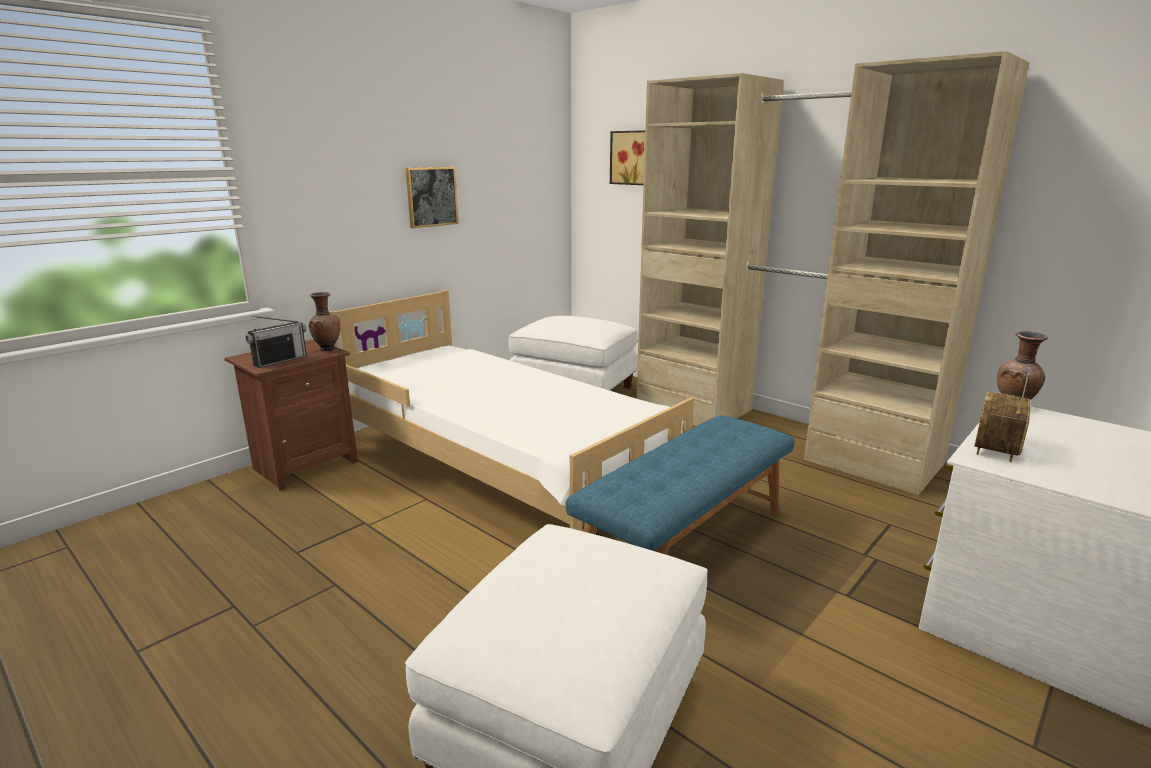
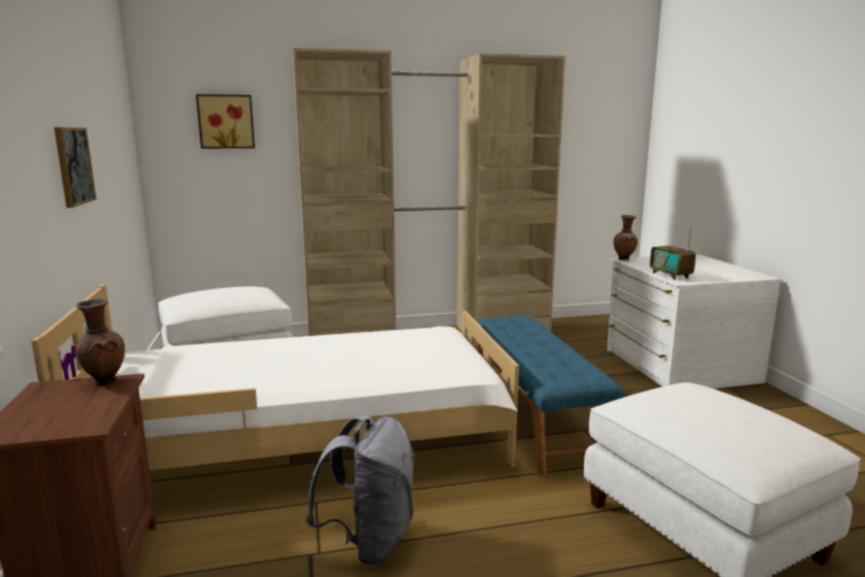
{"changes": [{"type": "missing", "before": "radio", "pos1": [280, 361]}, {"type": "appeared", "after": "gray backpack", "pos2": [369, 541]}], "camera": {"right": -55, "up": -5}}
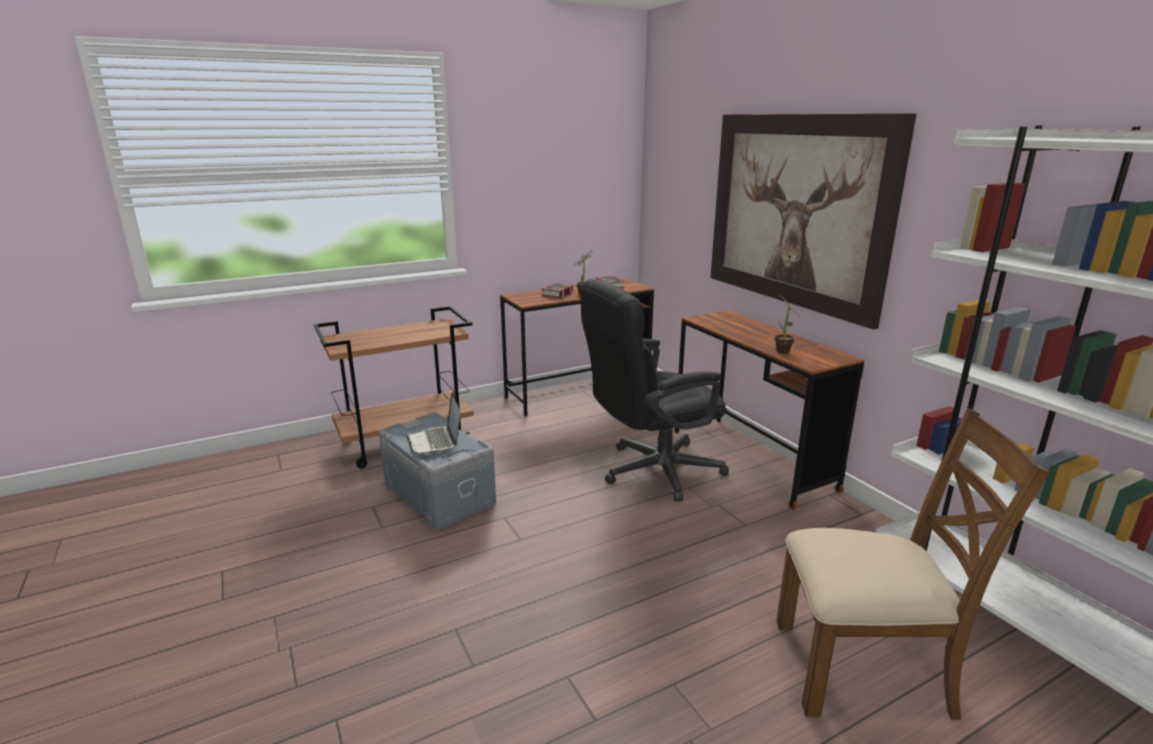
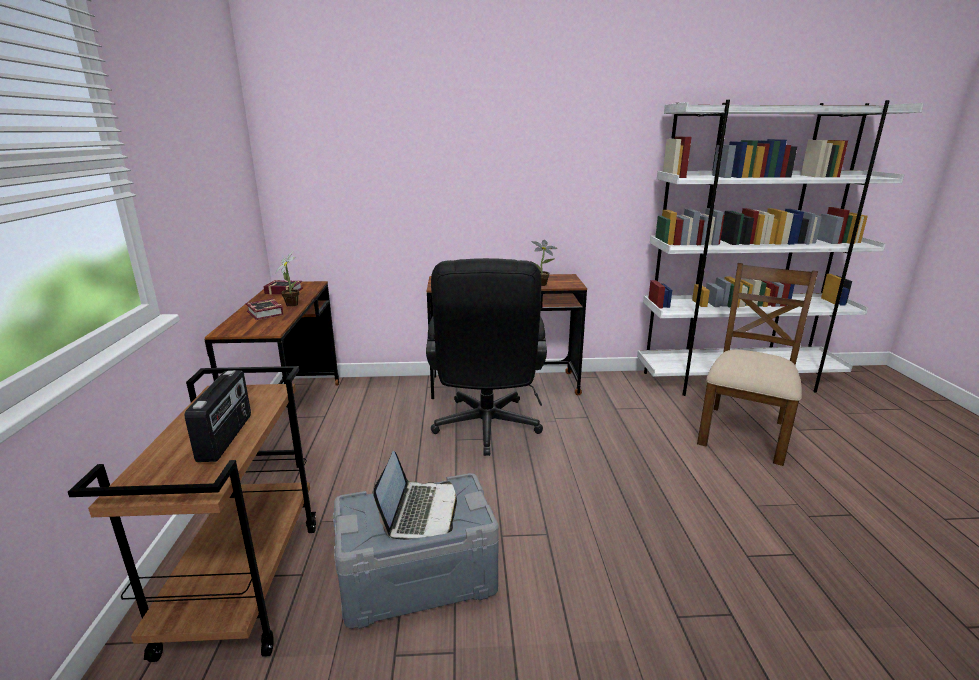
{"changes": [{"type": "spun", "before": "notebook computer", "pos1": [436, 441], "pos2": [419, 511], "turn": -90}, {"type": "missing", "before": "wall art", "pos1": [795, 211]}, {"type": "appeared", "after": "radio", "pos2": [227, 437]}], "camera": {"right": -65, "up": 0}}
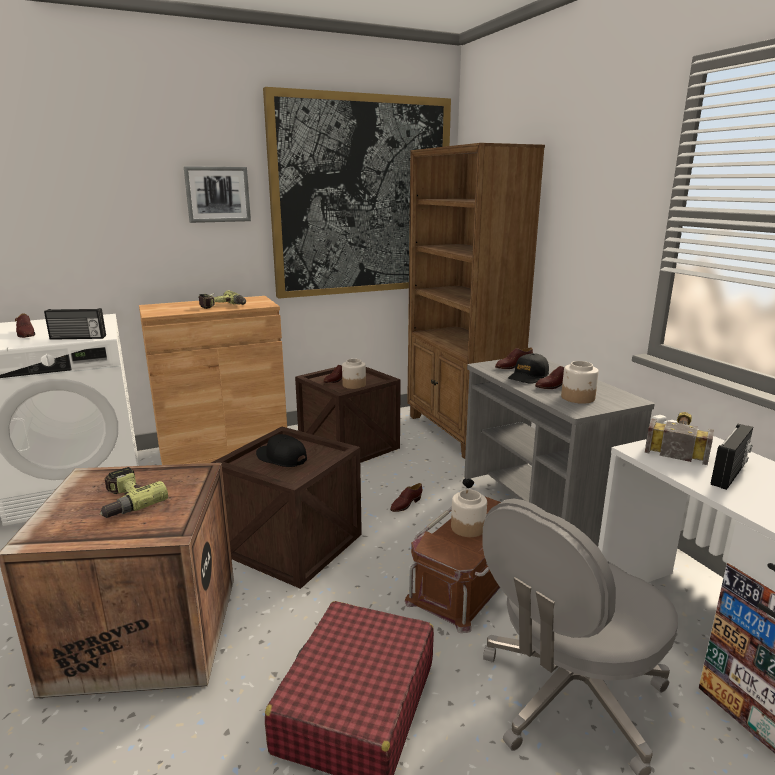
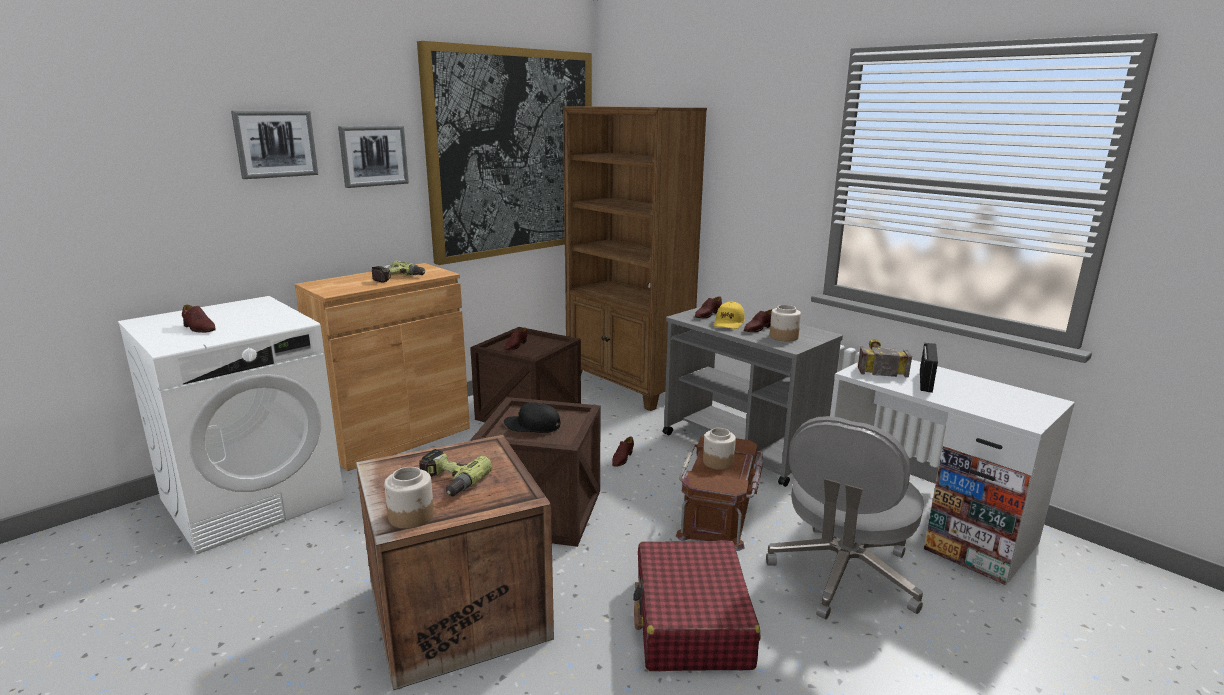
{"changes": [{"type": "missing", "before": "radio", "pos1": [77, 338]}, {"type": "relocated", "before": "jar", "pos1": [354, 385], "pos2": [412, 516]}, {"type": "colour", "before": "black-coloured cap", "after": "yellowish cap", "pos1": [528, 377], "pos2": [728, 323]}, {"type": "appeared", "after": "wall art", "pos2": [275, 144]}], "camera": {"right": -20, "up": 0}}
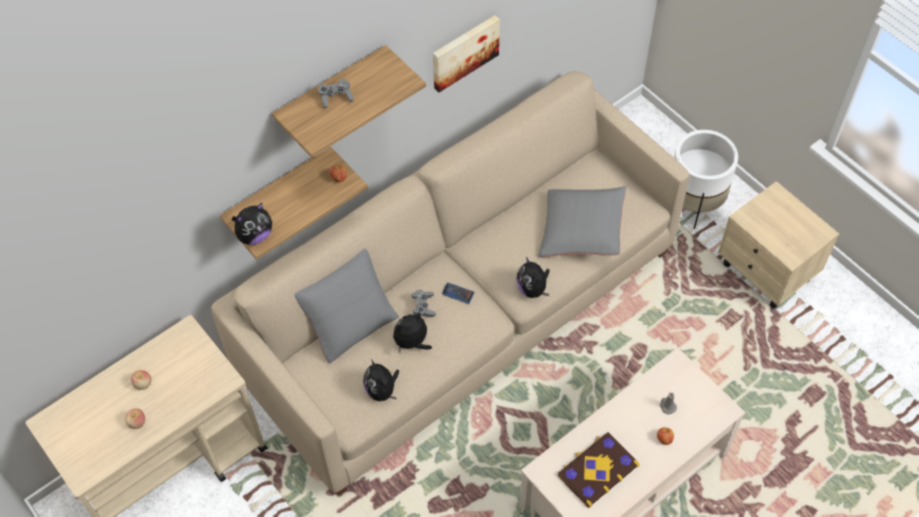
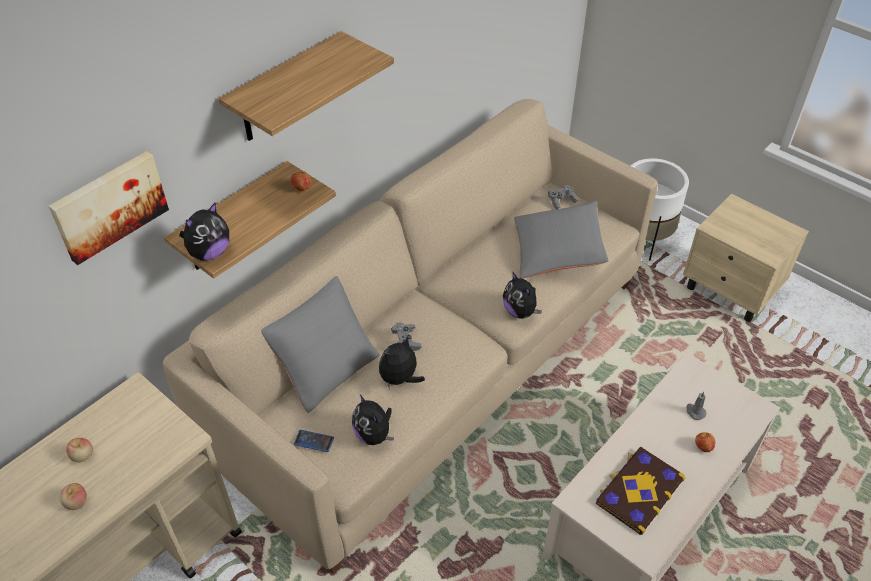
{"changes": [{"type": "relocated", "before": "gray joypad", "pos1": [336, 97], "pos2": [562, 201]}, {"type": "relocated", "before": "wall art", "pos1": [464, 51], "pos2": [109, 205]}, {"type": "relocated", "before": "telephone", "pos1": [458, 293], "pos2": [314, 441]}], "camera": {"right": -10, "up": -10}}
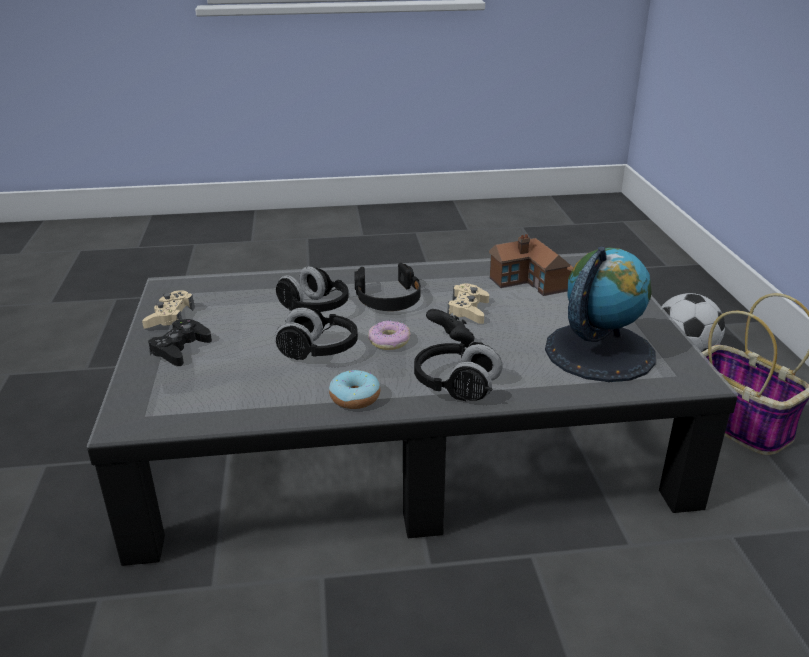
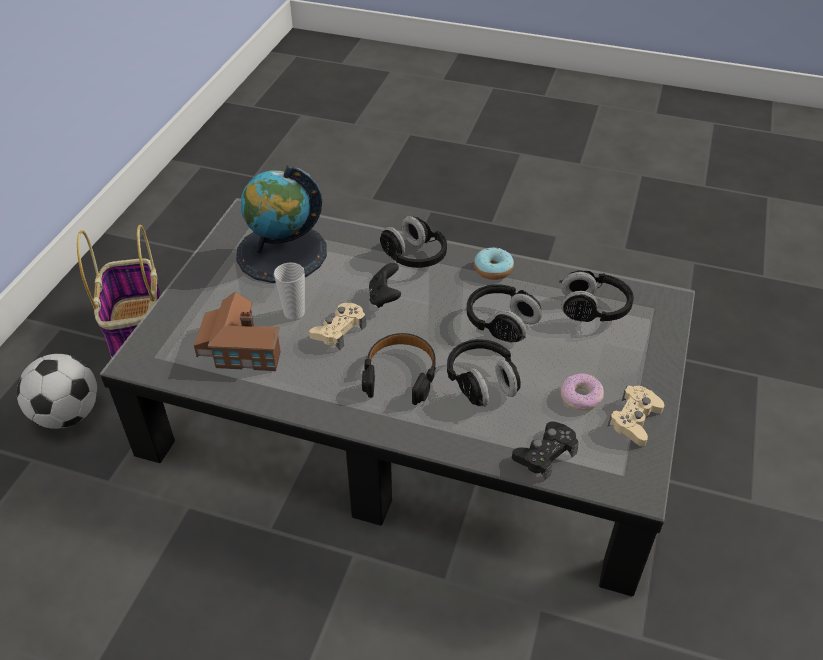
{"changes": [{"type": "relocated", "before": "black-coloured joypad", "pos1": [180, 349], "pos2": [545, 454]}, {"type": "relocated", "before": "doughnut", "pos1": [389, 341], "pos2": [581, 397]}, {"type": "appeared", "after": "small cup", "pos2": [294, 312]}, {"type": "appeared", "after": "black-coloured headphones", "pos2": [593, 309]}], "camera": {"right": -155, "up": 15}}
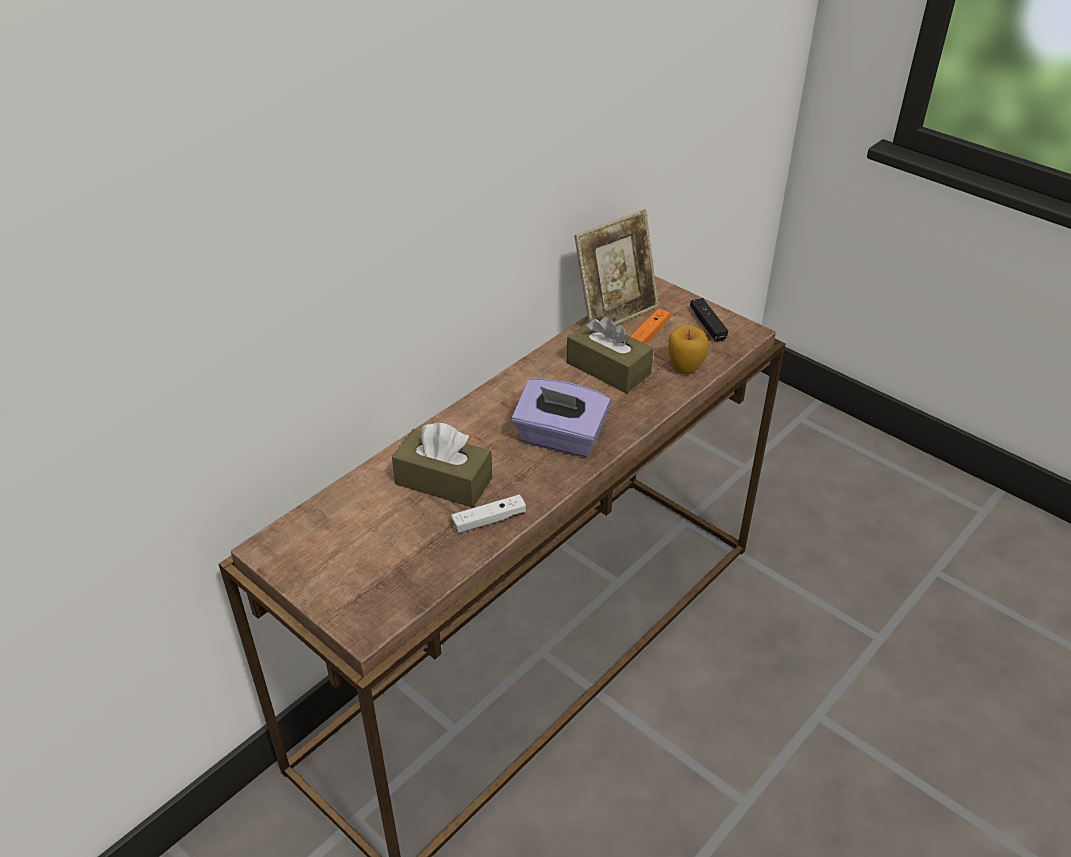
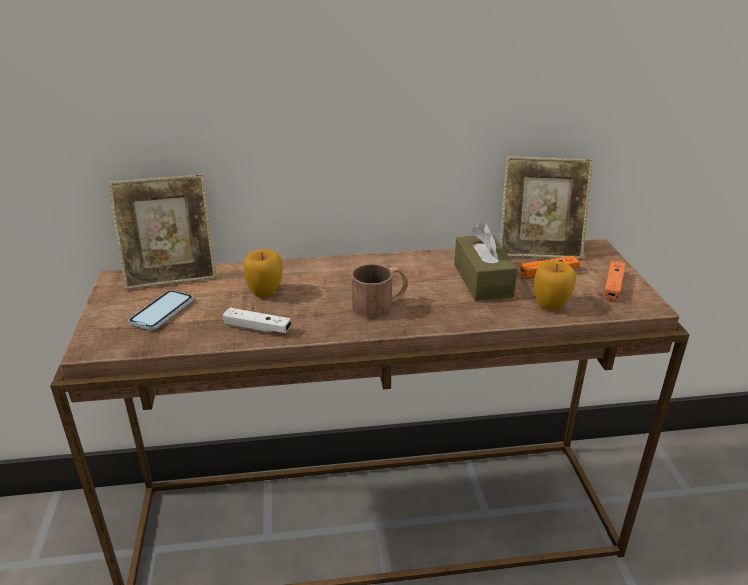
{"changes": [{"type": "exchanged", "before": "brown tissue box", "after": "whole apple", "pos1": [444, 481], "pos2": [265, 293]}, {"type": "exchanged", "before": "purple-coloured tissue box", "after": "brown mug", "pos1": [560, 438], "pos2": [381, 305]}, {"type": "colour", "before": "black-coloured joypad", "after": "orange-coloured joypad", "pos1": [707, 325], "pos2": [613, 286]}, {"type": "appeared", "after": "picture frame", "pos2": [172, 276]}, {"type": "appeared", "after": "telephone", "pos2": [162, 311]}], "camera": {"right": 40, "up": -10}}
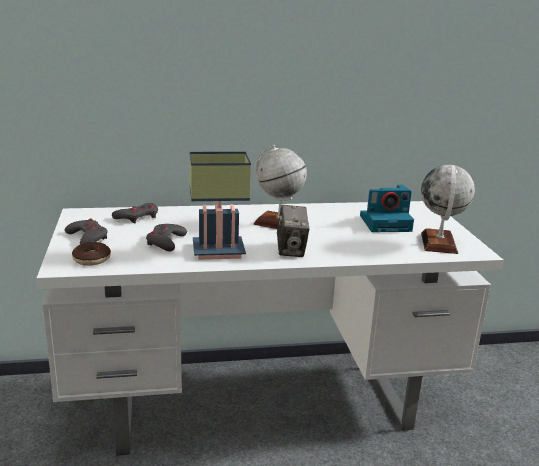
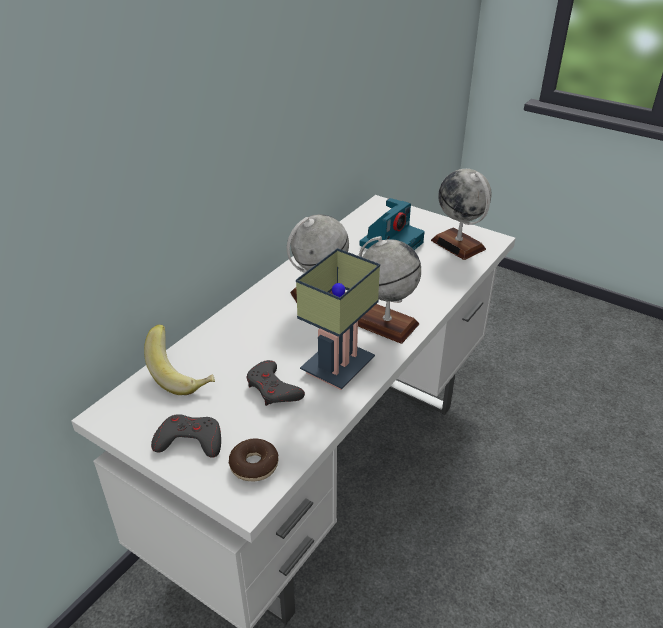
{"changes": [{"type": "exchanged", "before": "gray joypad", "after": "banana fruit", "pos1": [137, 217], "pos2": [182, 375]}, {"type": "exchanged", "before": "still camera", "after": "desk globe", "pos1": [291, 250], "pos2": [386, 324]}], "camera": {"right": -45, "up": 15}}
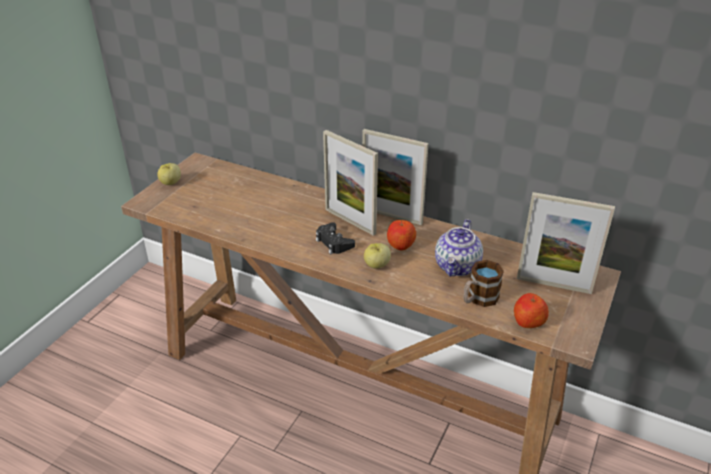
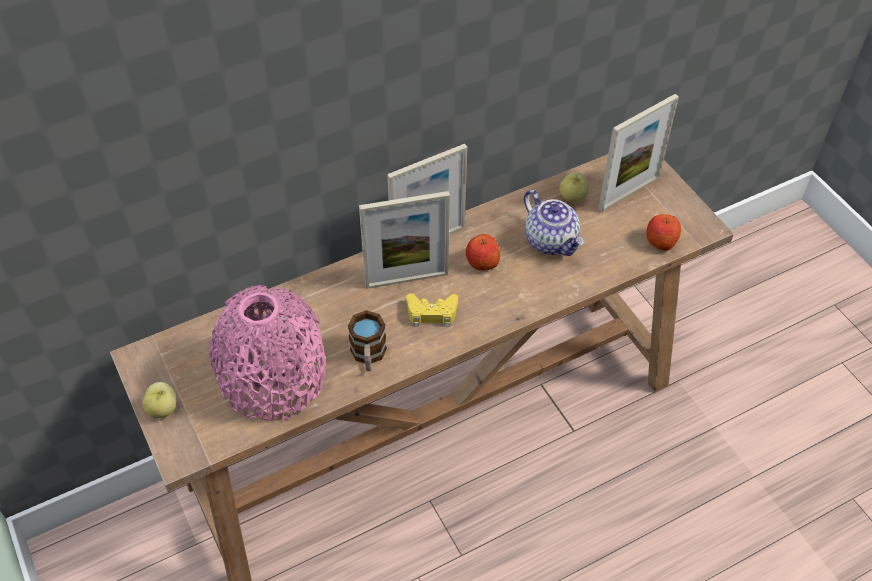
{"changes": [{"type": "colour", "before": "black-coloured joypad", "after": "yellowish joypad", "pos1": [334, 242], "pos2": [432, 313]}, {"type": "relocated", "before": "whole apple", "pos1": [376, 265], "pos2": [573, 197]}, {"type": "relocated", "before": "mug", "pos1": [478, 299], "pos2": [368, 356]}, {"type": "appeared", "after": "pink-coloured flower vase", "pos2": [273, 377]}], "camera": {"right": -55, "up": 15}}
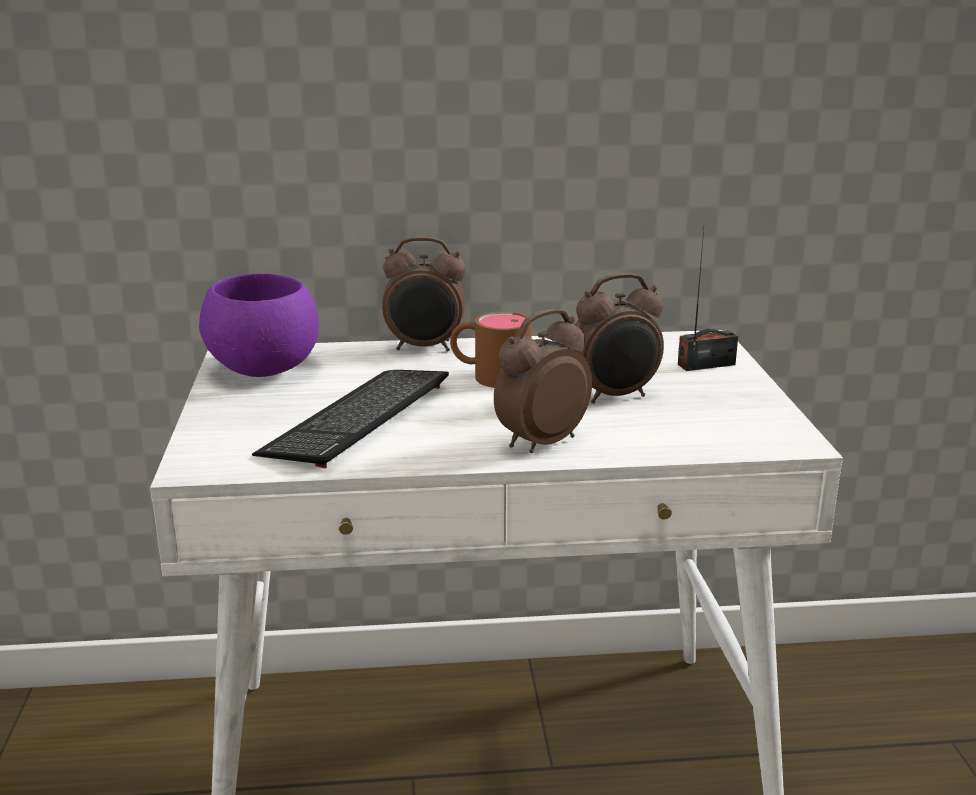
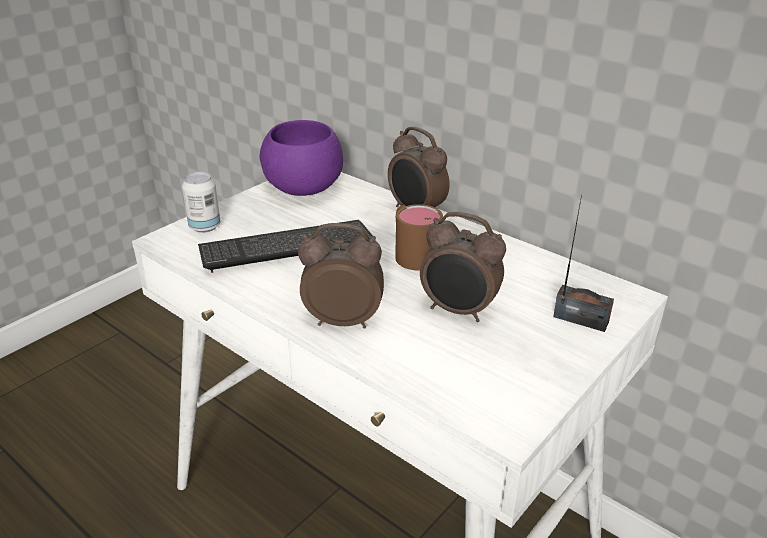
{"changes": [{"type": "appeared", "after": "sealed can", "pos2": [205, 227]}], "camera": {"right": 45, "up": 10}}
